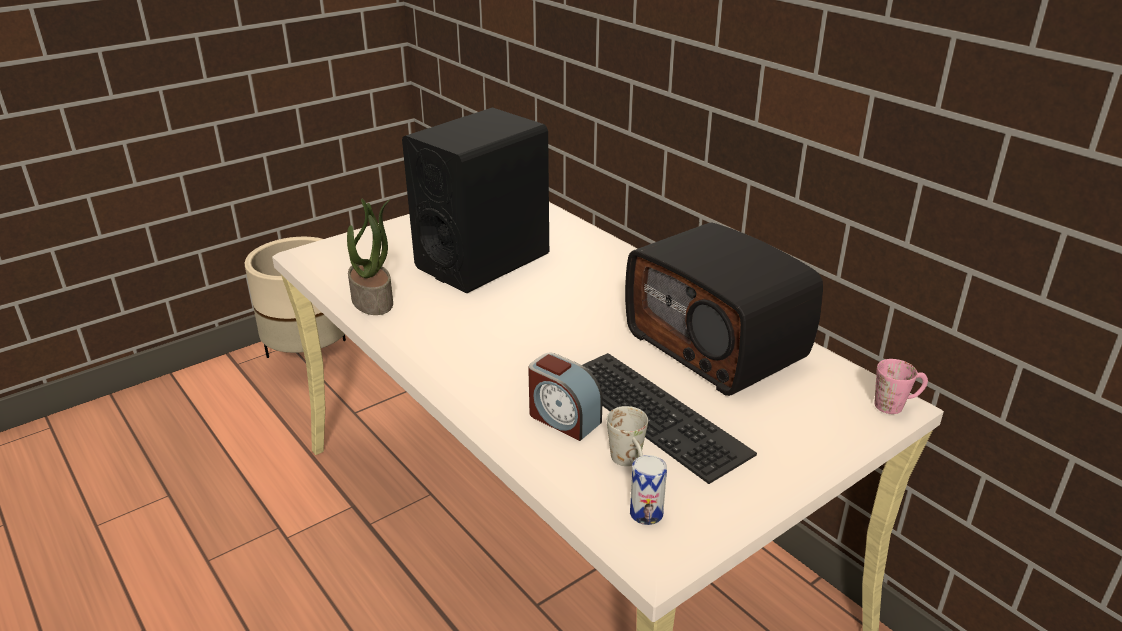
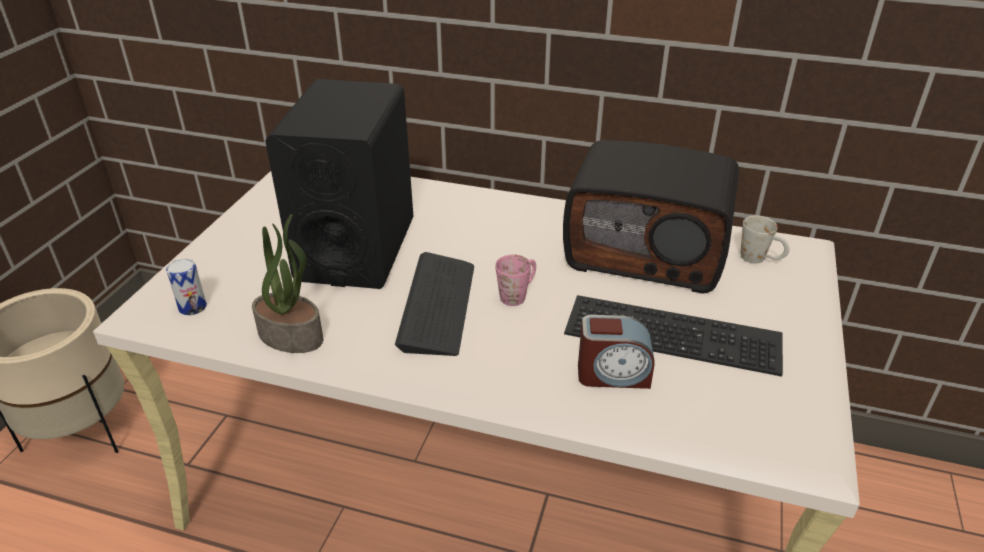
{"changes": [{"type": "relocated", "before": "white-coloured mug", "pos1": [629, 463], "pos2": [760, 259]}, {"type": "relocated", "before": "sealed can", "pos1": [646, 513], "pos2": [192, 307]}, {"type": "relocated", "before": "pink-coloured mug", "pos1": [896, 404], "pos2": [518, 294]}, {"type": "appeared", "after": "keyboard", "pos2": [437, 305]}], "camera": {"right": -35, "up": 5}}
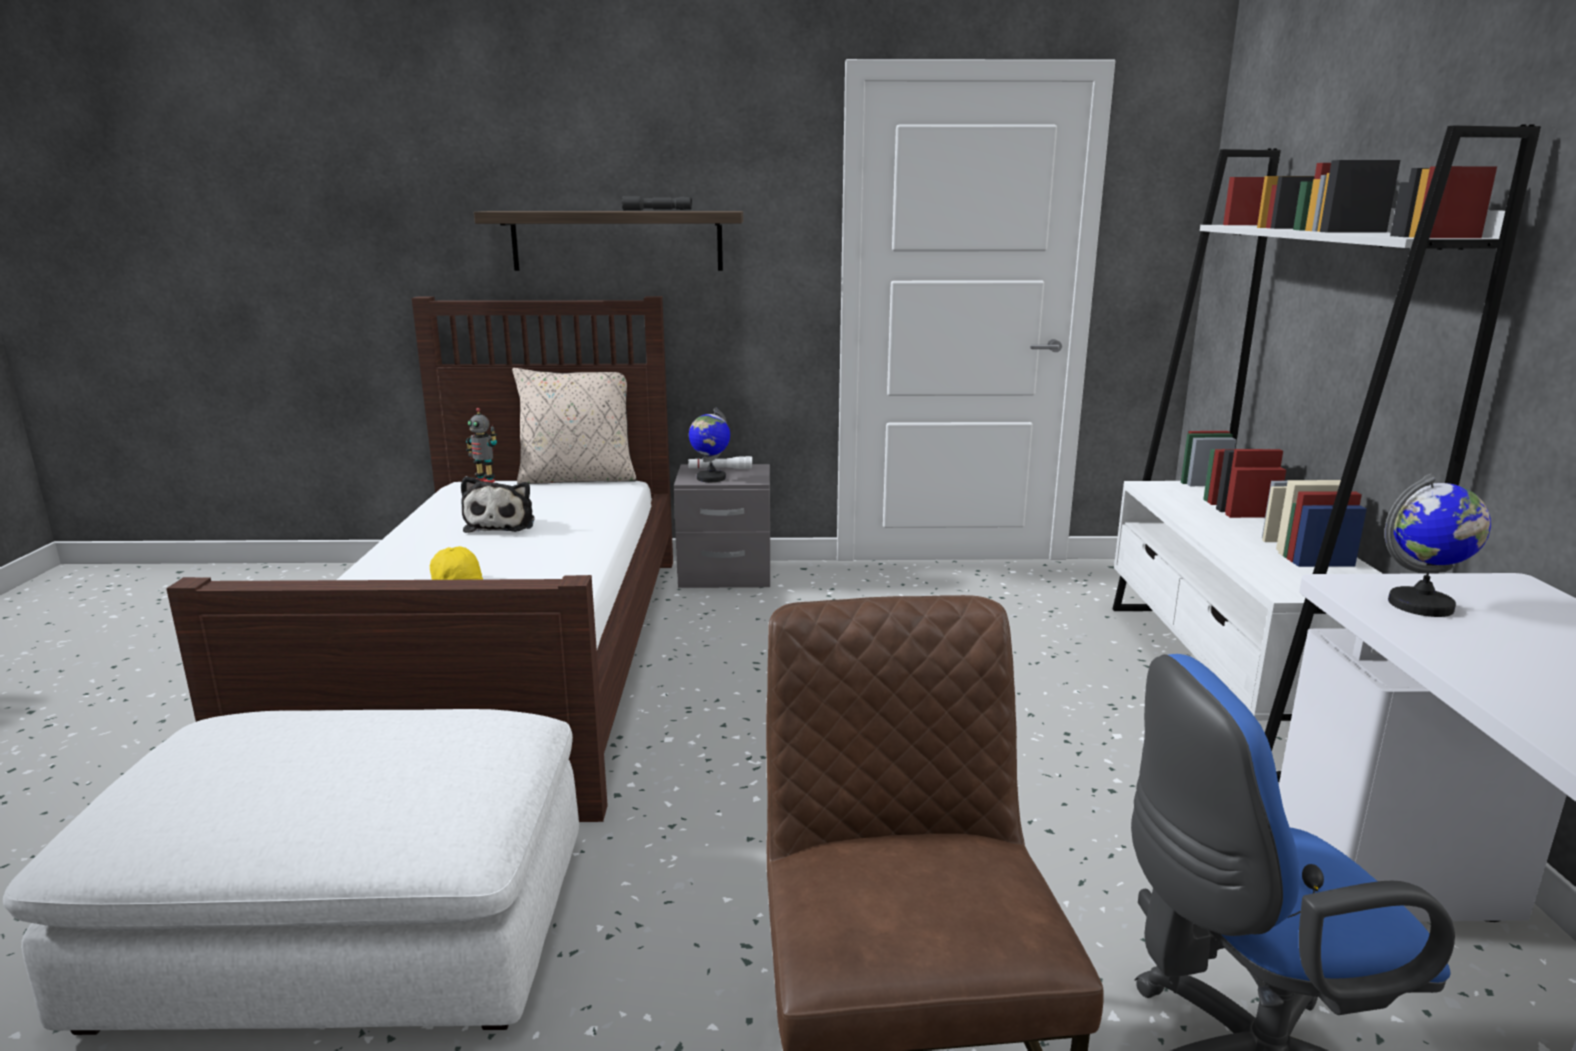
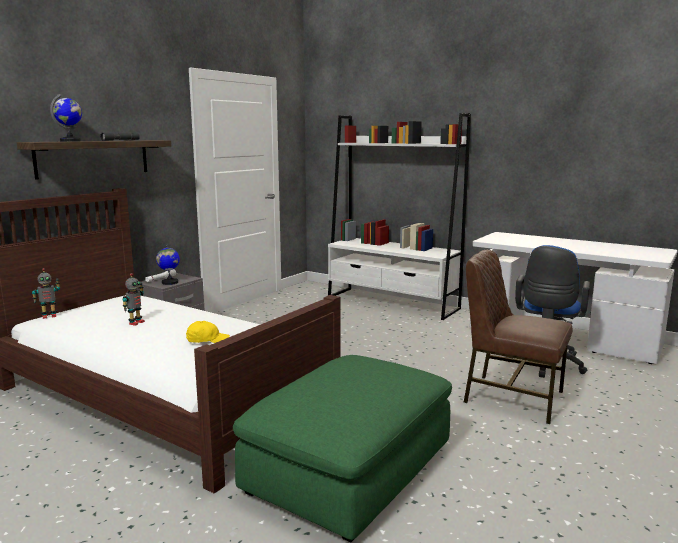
{"changes": [{"type": "colour", "before": "white-coloured footrest", "after": "green footrest", "pos1": [350, 930], "pos2": [349, 468]}, {"type": "exchanged", "before": "cuddly toy", "after": "model robot", "pos1": [502, 524], "pos2": [135, 323]}, {"type": "missing", "before": "beige cushion", "pos1": [578, 479]}, {"type": "relocated", "before": "desk globe", "pos1": [1421, 605], "pos2": [70, 141]}], "camera": {"right": -55, "up": -5}}
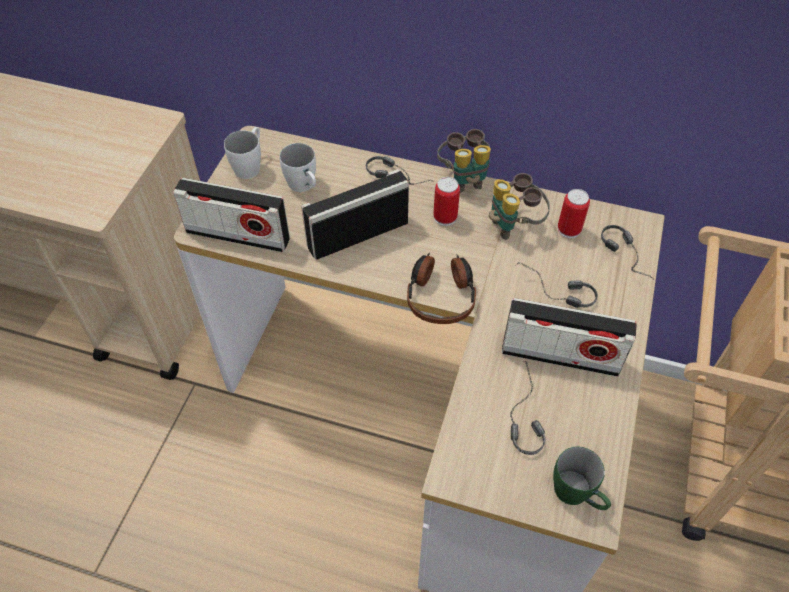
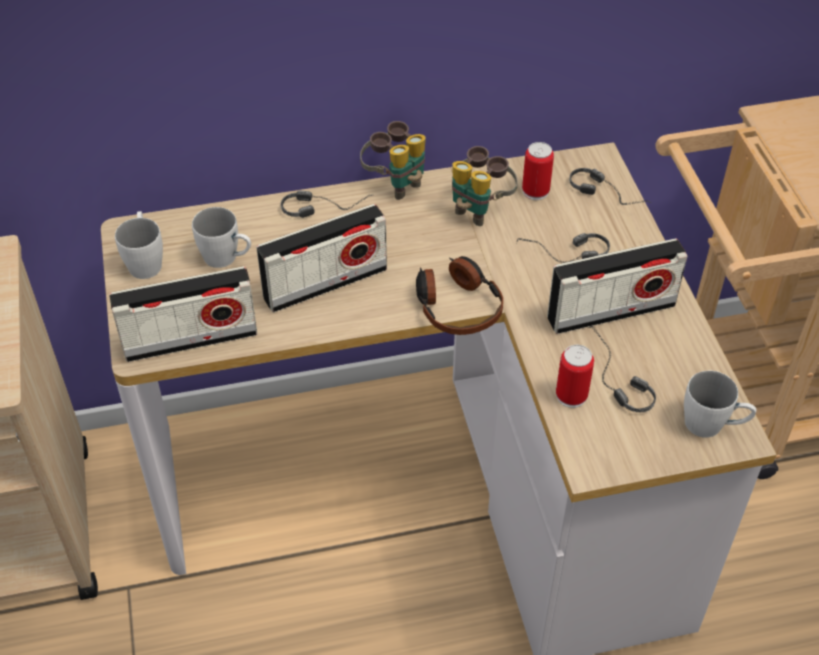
{"changes": [{"type": "spun", "before": "radio", "pos1": [358, 234], "pos2": [325, 283], "turn": -150}, {"type": "relocated", "before": "sealed can", "pos1": [445, 217], "pos2": [571, 395]}, {"type": "colour", "before": "green mug", "after": "white-coloured mug", "pos1": [577, 495], "pos2": [712, 426]}], "camera": {"right": -30, "up": -5}}
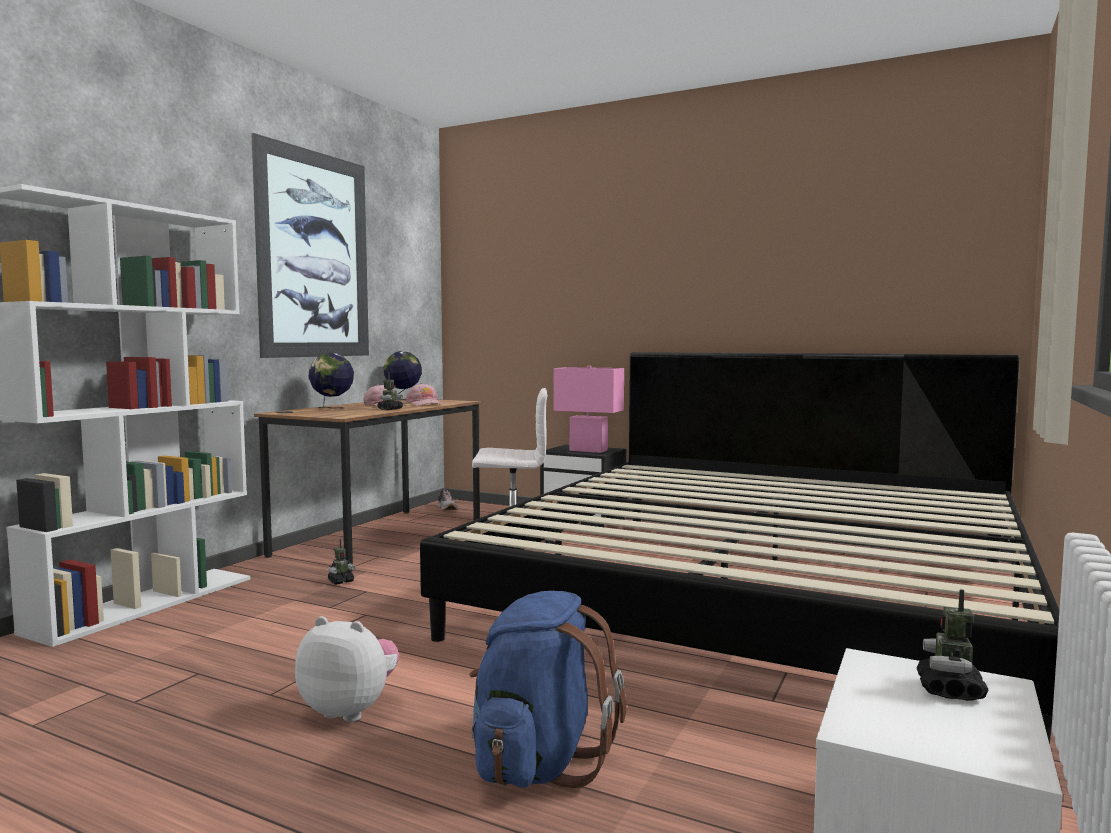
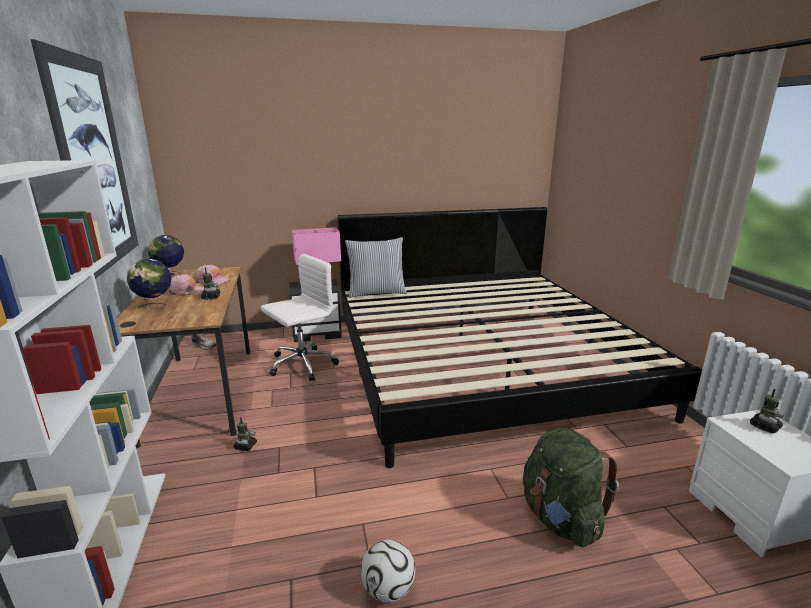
{"changes": [{"type": "missing", "before": "cuddly toy", "pos1": [350, 710]}, {"type": "colour", "before": "blue-coloured backpack", "after": "green backpack", "pos1": [538, 762], "pos2": [560, 518]}, {"type": "spun", "before": "model robot", "pos1": [950, 690], "pos2": [764, 427], "turn": -105}, {"type": "appeared", "after": "cushion", "pos2": [376, 293]}, {"type": "appeared", "after": "football ball", "pos2": [388, 590]}], "camera": {"right": -40, "up": 15}}
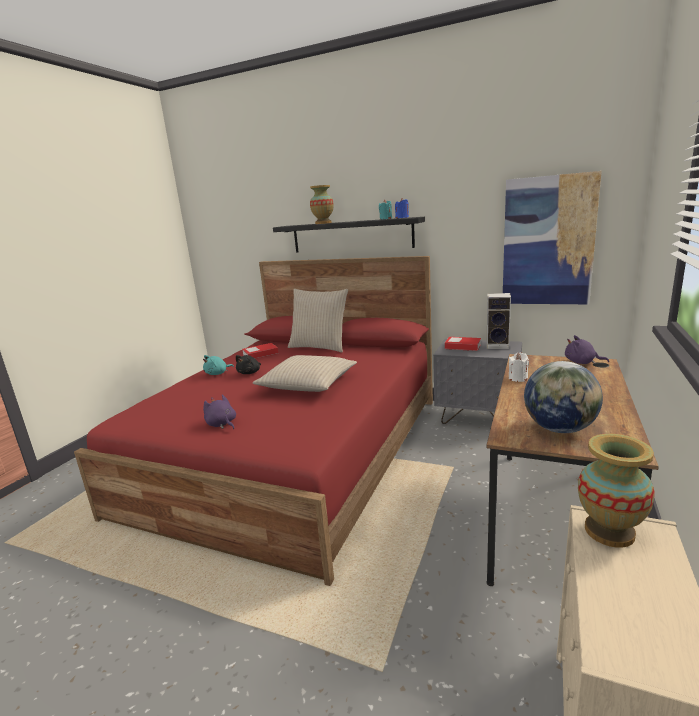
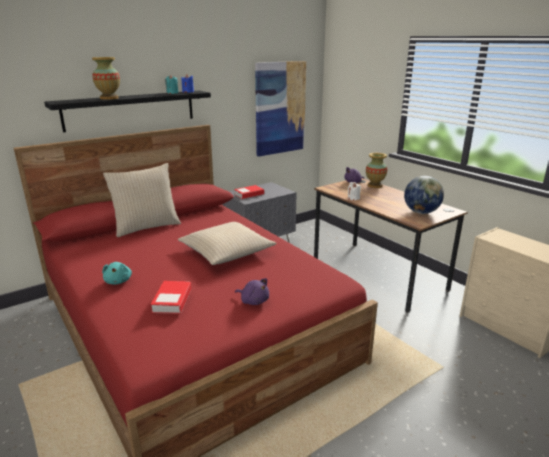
{"changes": [{"type": "spun", "before": "purple-coloured cuddly toy", "pos1": [222, 424], "pos2": [253, 301], "turn": -135}, {"type": "missing", "before": "black-coloured cuddly toy", "pos1": [250, 373]}, {"type": "relocated", "before": "volume", "pos1": [260, 354], "pos2": [172, 300]}, {"type": "missing", "before": "speaker", "pos1": [498, 345]}, {"type": "relocated", "before": "flower vase", "pos1": [609, 531], "pos2": [374, 185]}], "camera": {"right": -60, "up": 5}}
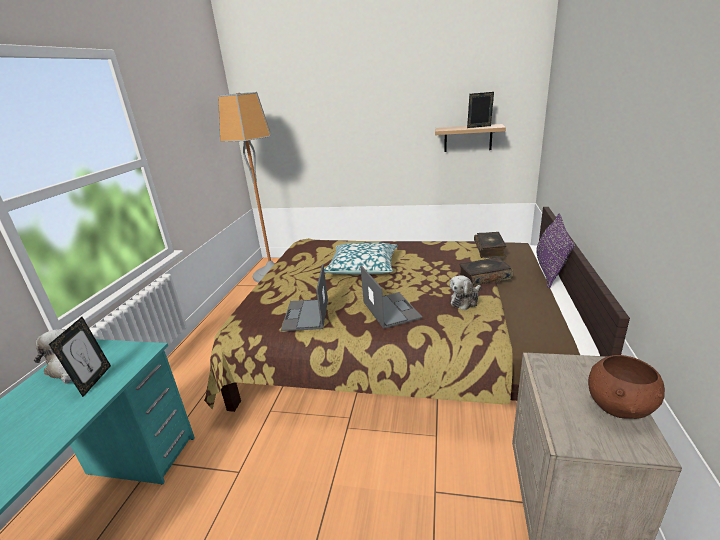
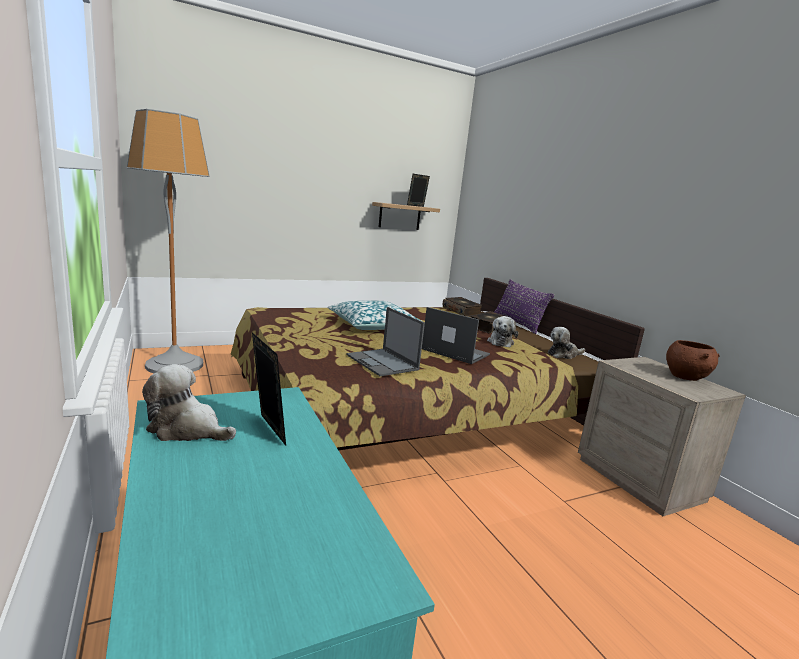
{"changes": [{"type": "appeared", "after": "cuddly toy", "pos2": [563, 355]}], "camera": {"right": -40, "up": -10}}
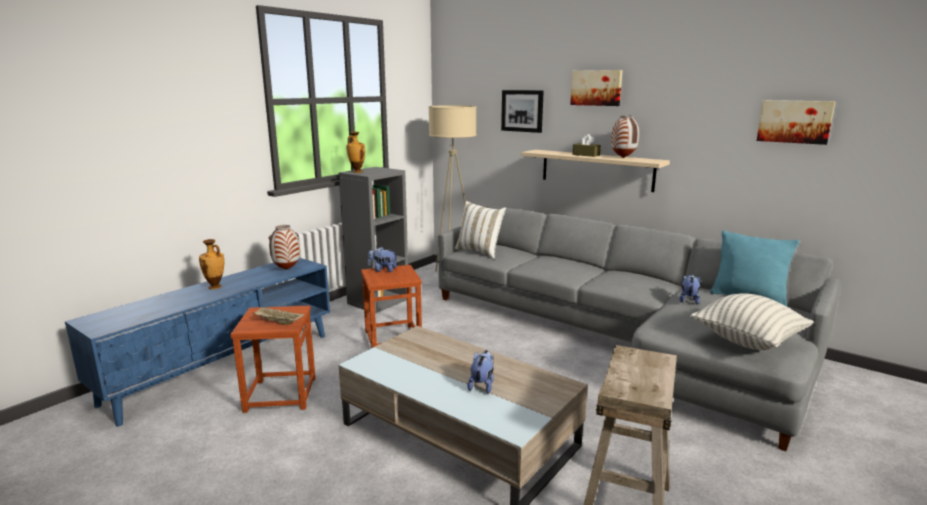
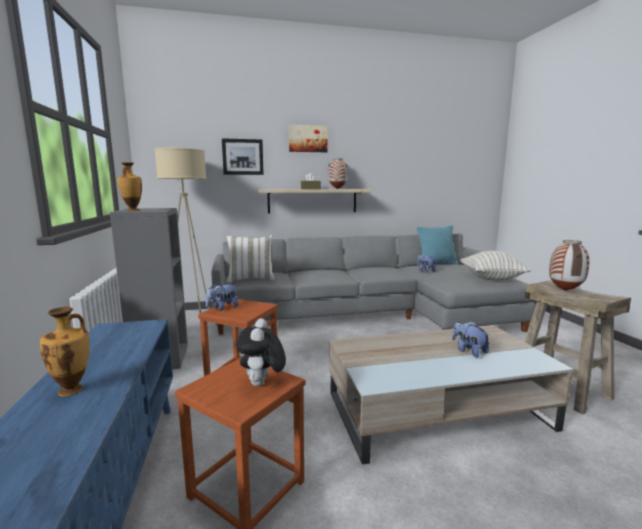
{"changes": [{"type": "exchanged", "before": "beige serving tray", "after": "cuddly toy", "pos1": [278, 322], "pos2": [262, 384]}, {"type": "relocated", "before": "flower vase", "pos1": [287, 269], "pos2": [564, 290]}, {"type": "missing", "before": "wall art", "pos1": [794, 121]}], "camera": {"right": -50, "up": -5}}
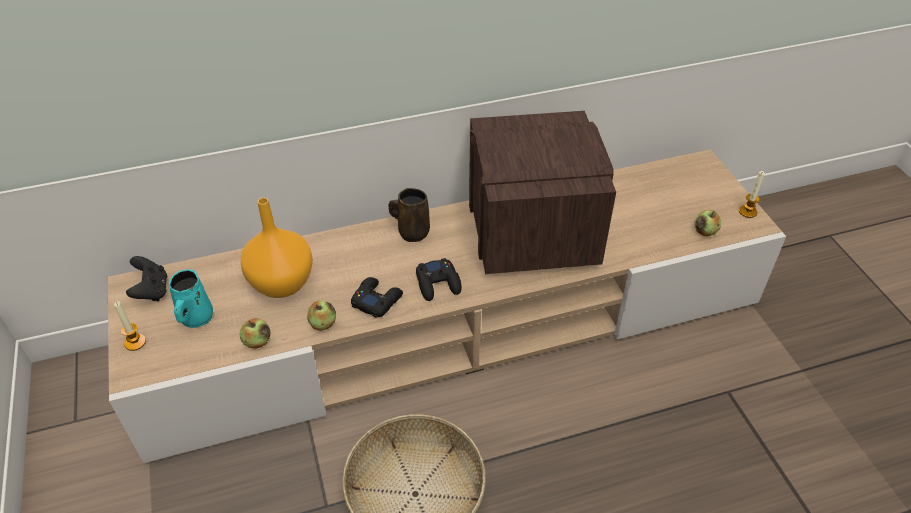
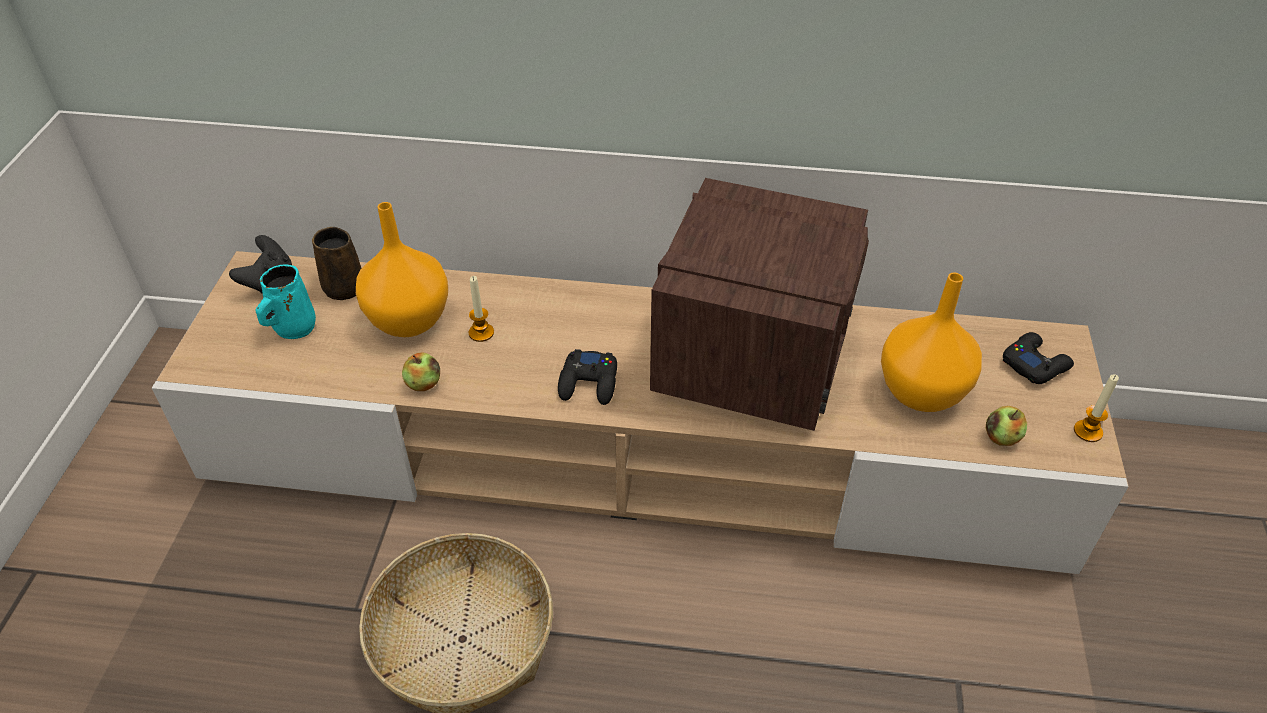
{"changes": [{"type": "relocated", "before": "candle", "pos1": [135, 342], "pos2": [481, 333]}, {"type": "missing", "before": "whole apple", "pos1": [257, 341]}, {"type": "relocated", "before": "black-coloured joypad", "pos1": [376, 300], "pos2": [1035, 364]}, {"type": "relocated", "before": "brown mug", "pos1": [412, 232], "pos2": [342, 287]}, {"type": "appeared", "after": "orange-coloured flower vase", "pos2": [919, 393]}], "camera": {"right": 25, "up": 0}}
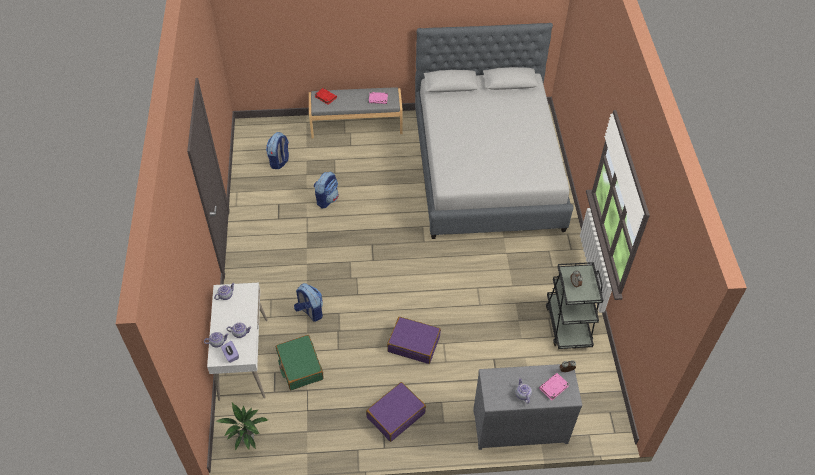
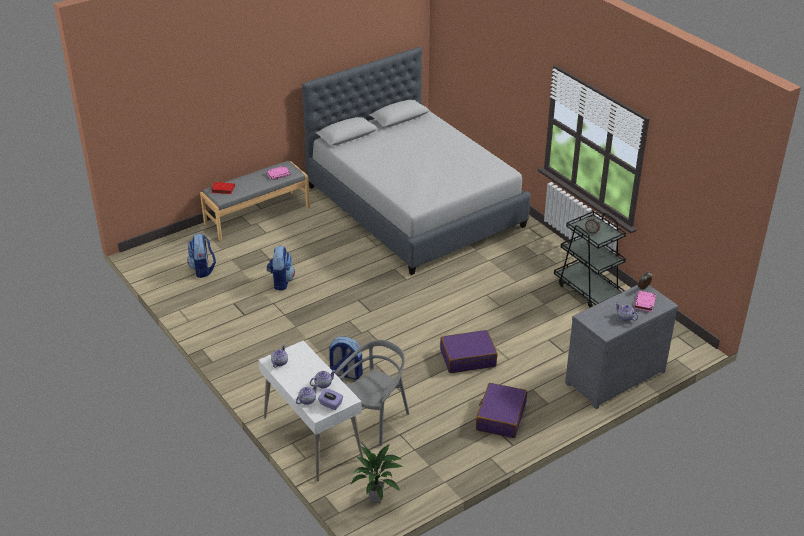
{"changes": [{"type": "exchanged", "before": "green suitcase", "after": "gray plain chair", "pos1": [300, 366], "pos2": [375, 419]}], "camera": {"right": -30, "up": -15}}
